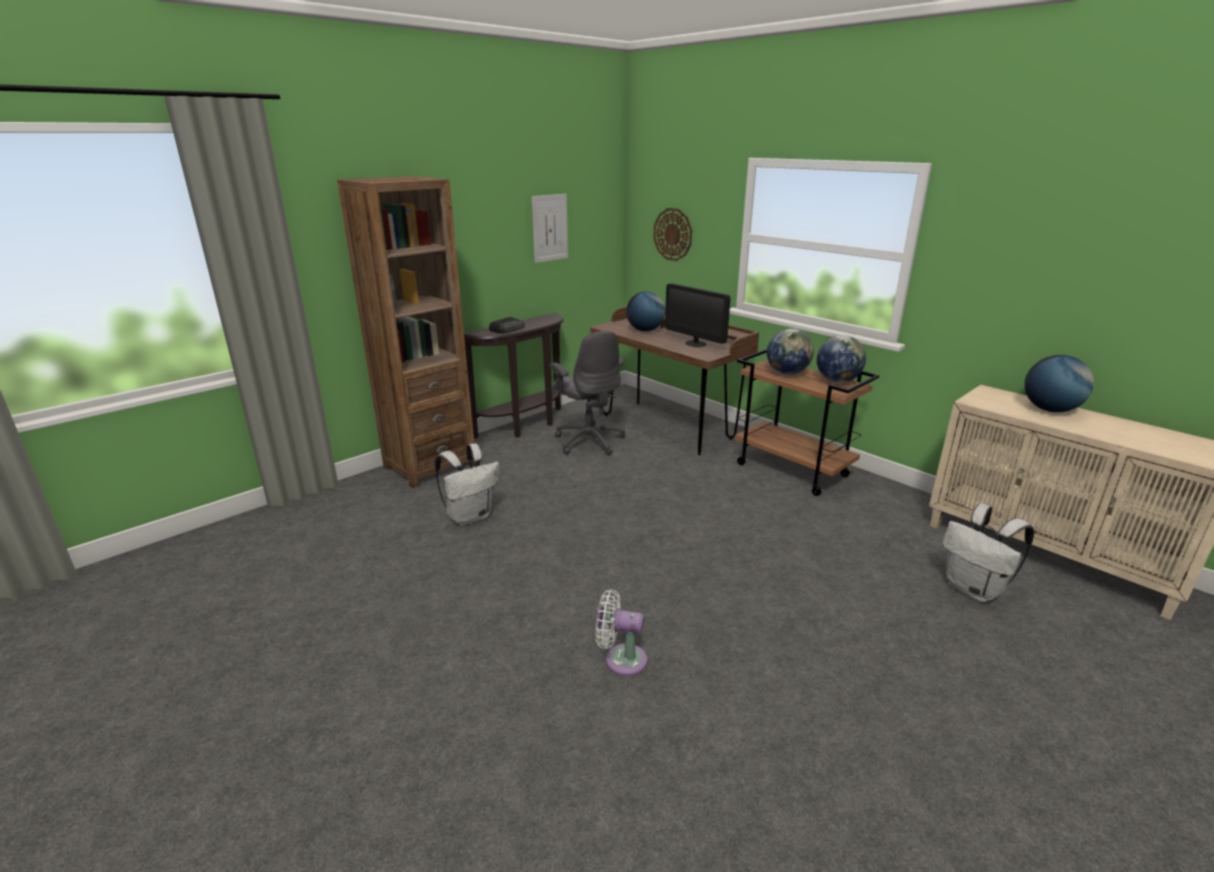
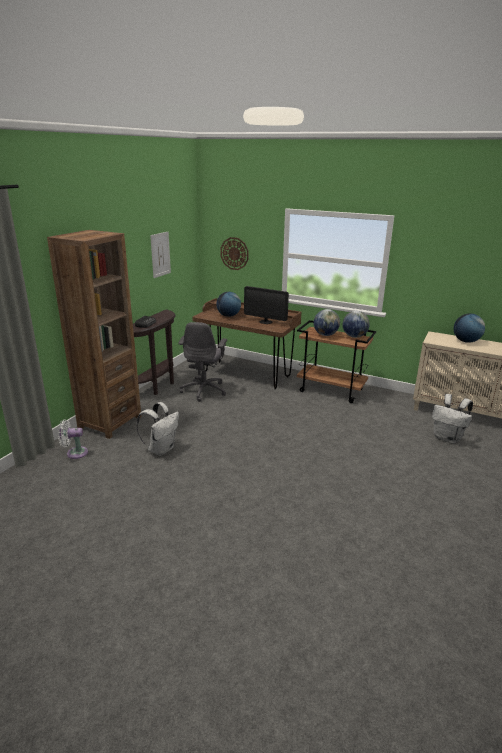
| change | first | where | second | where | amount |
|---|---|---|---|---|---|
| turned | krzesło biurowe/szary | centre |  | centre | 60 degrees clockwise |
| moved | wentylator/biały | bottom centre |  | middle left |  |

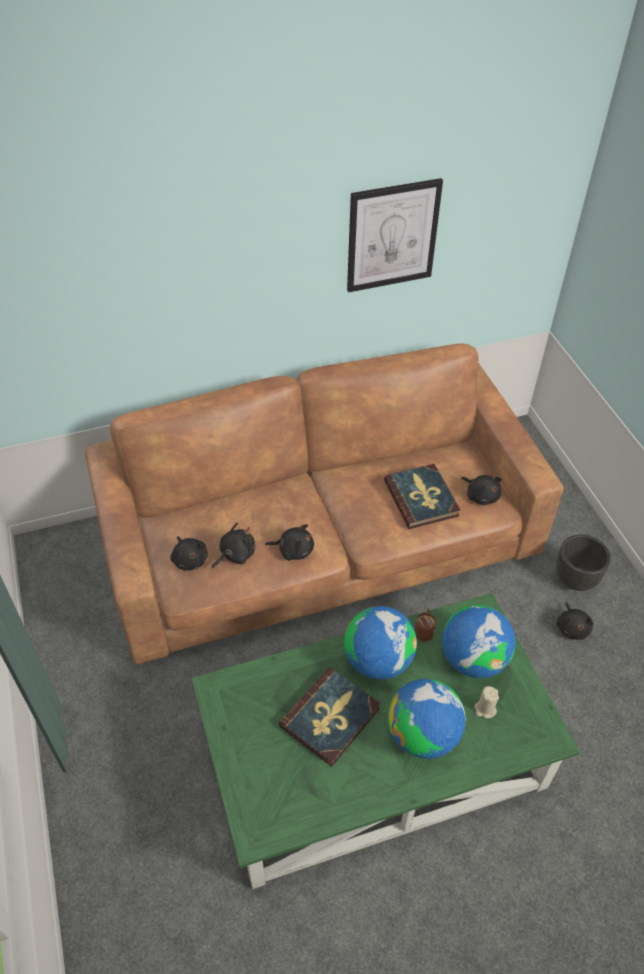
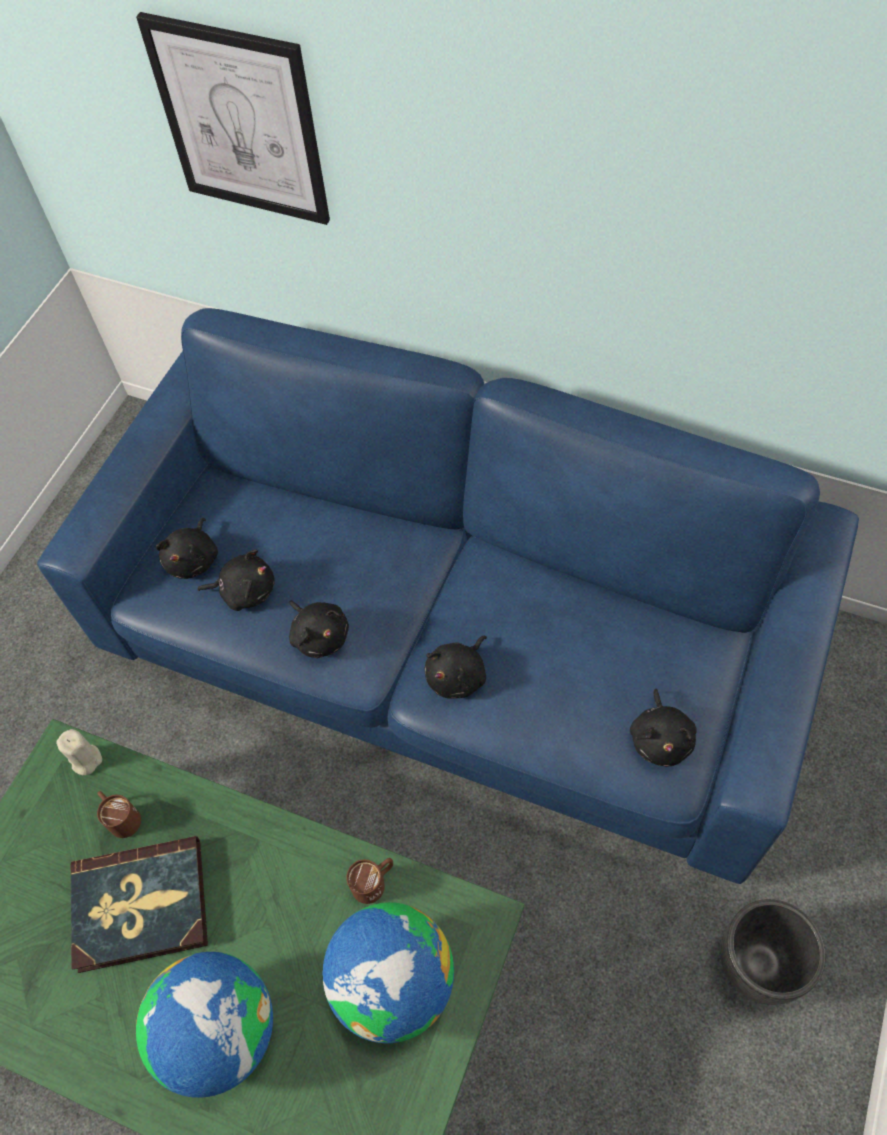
| change | first | where | second | where | amount |
|---|---|---|---|---|---|
| moved | obraz | top centre |  | top left |  |
| recoloured | kanapa/brązowy | centre | kanapa/niebieski | centre |  |
| removed | książka (2nd from left) | centre |  |  |  |
| moved | pluszak/czarny (5th from left in the first image) | middle right | pluszak/czarny (4th from left) | centre |  |
| removed | globus (1st from left) | centre |  |  |  |
| moved | świeca/beżowy | bottom right |  | middle left |  |
| added |  |  | kubek/brązowy (1st from left) | bottom left |  |

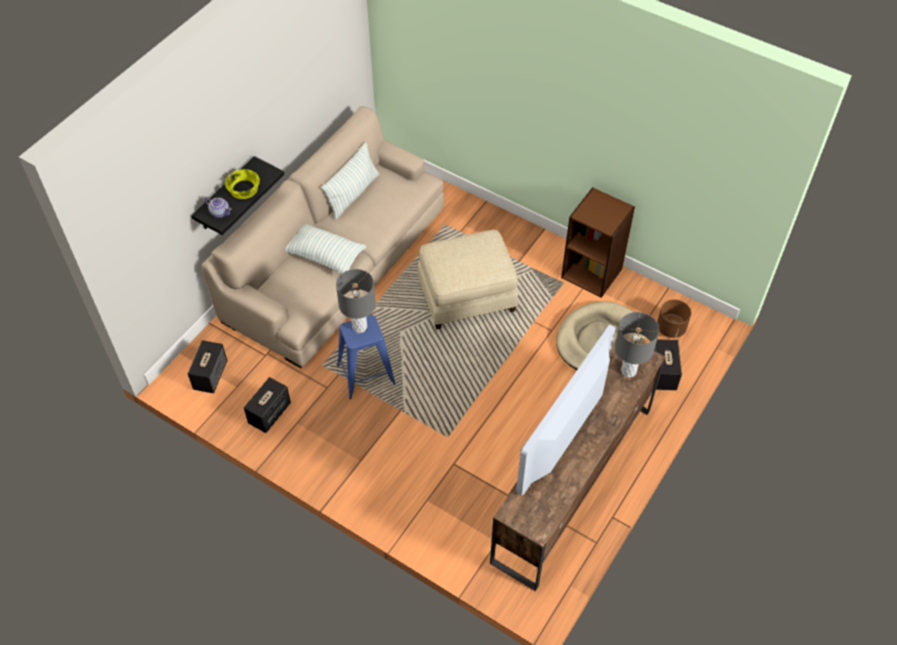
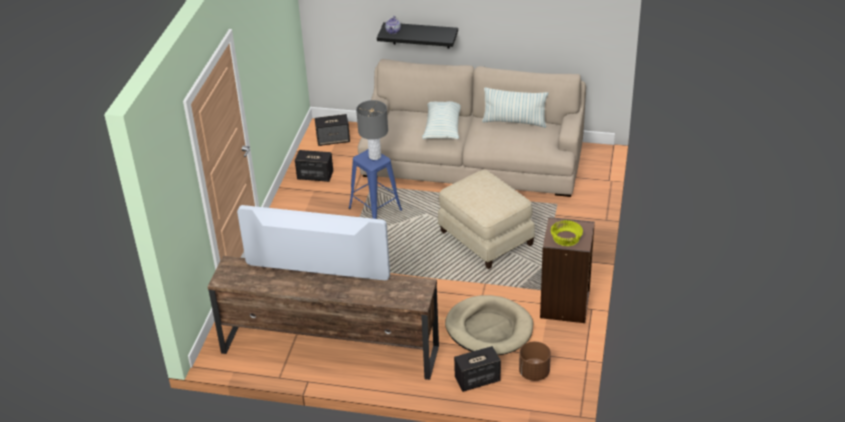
| change | first | where | second | where | amount |
|---|---|---|---|---|---|
| moved | miska/żółty | top left |  | middle right |  |
| removed | lampa stołowa/szary (2nd from left) | middle right |  |  |  |

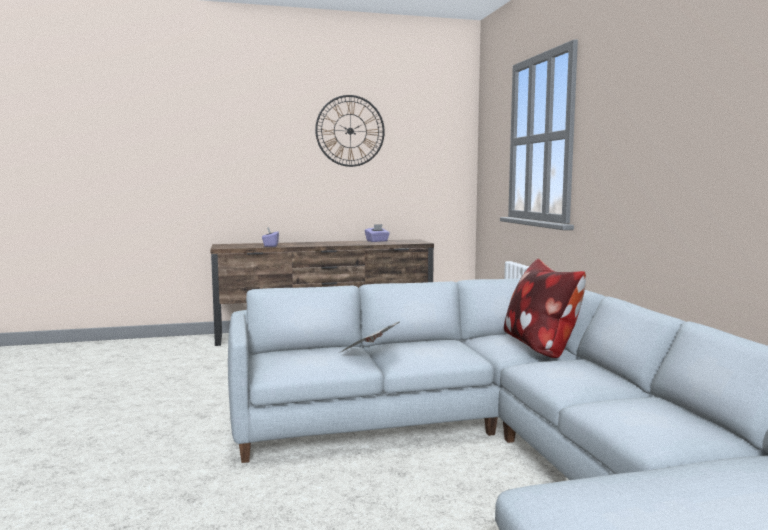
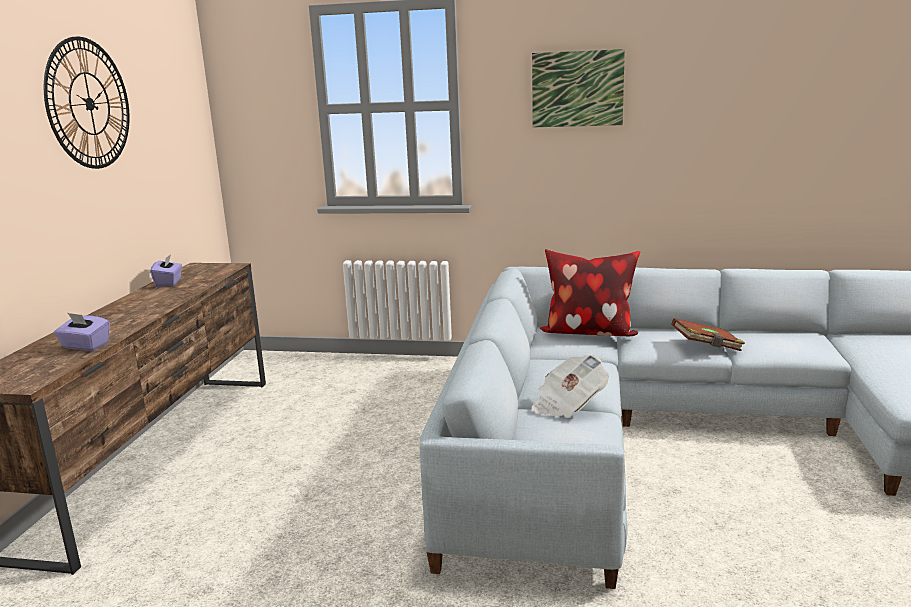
| change | first | where | second | where | amount |
|---|---|---|---|---|---|
| added |  |  | obraz | top centre |  |
| added |  |  | książka/brązowy | middle right |  |

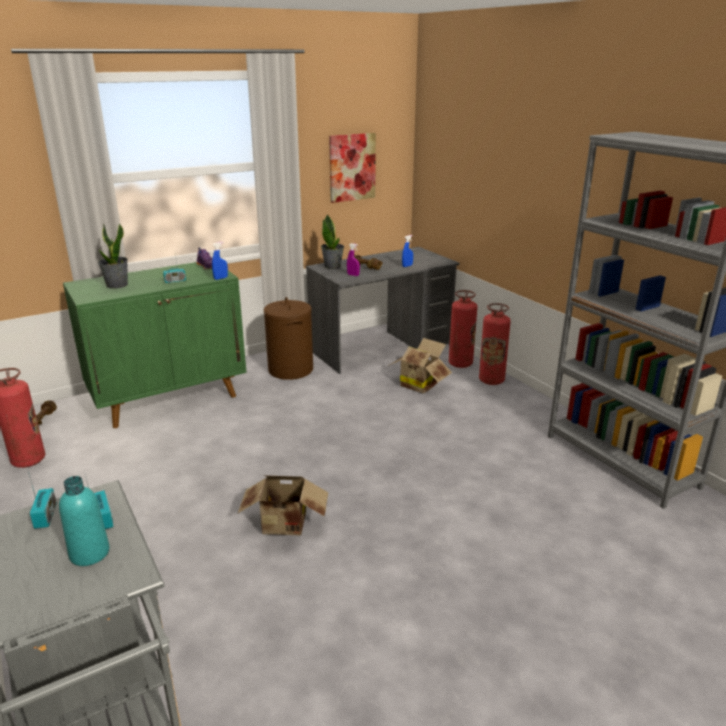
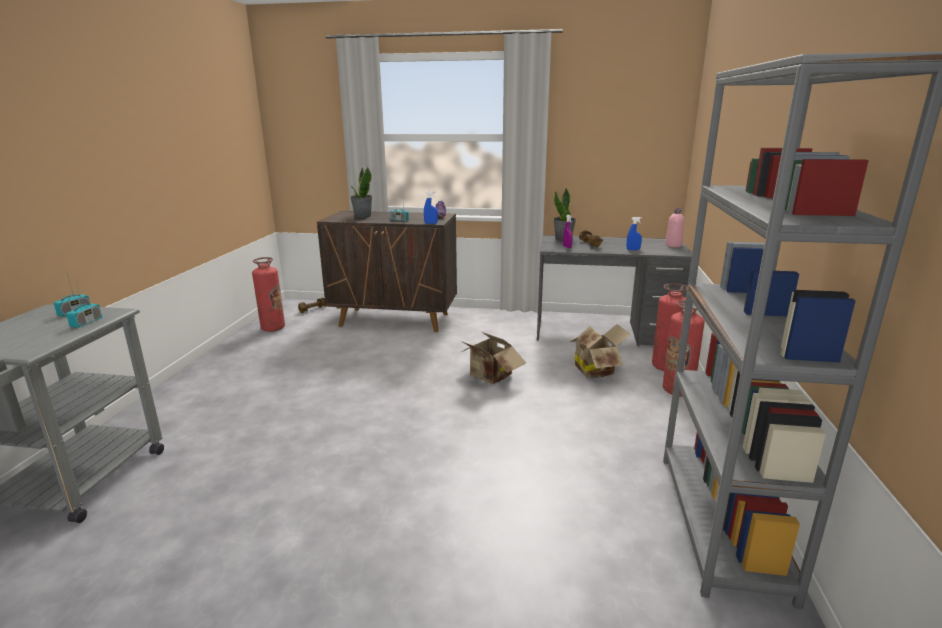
| change | first | where | second | where | amount |
|---|---|---|---|---|---|
| removed | obraz | top centre |  |  |  |
| recoloured | szafka/zielony | middle left | szafka/brązowy | centre |  |
| removed | kosz na pranie/brązowy | centre |  |  |  |
| moved | karton (1st from left) | bottom centre |  | centre |  |
| removed | butelka/turkusowy | bottom left |  |  |  |
| added |  |  | butelka/różowy | middle right |  |

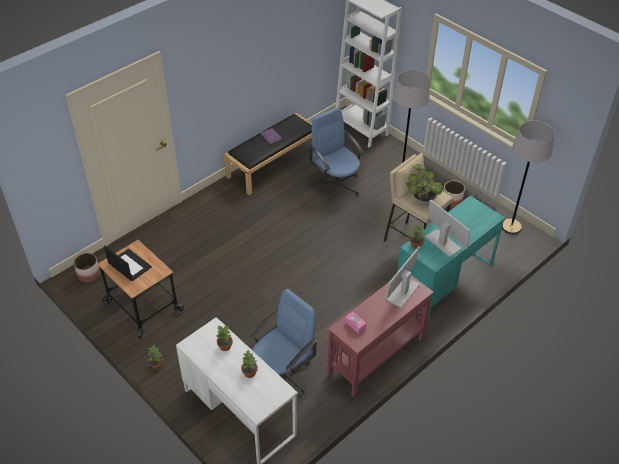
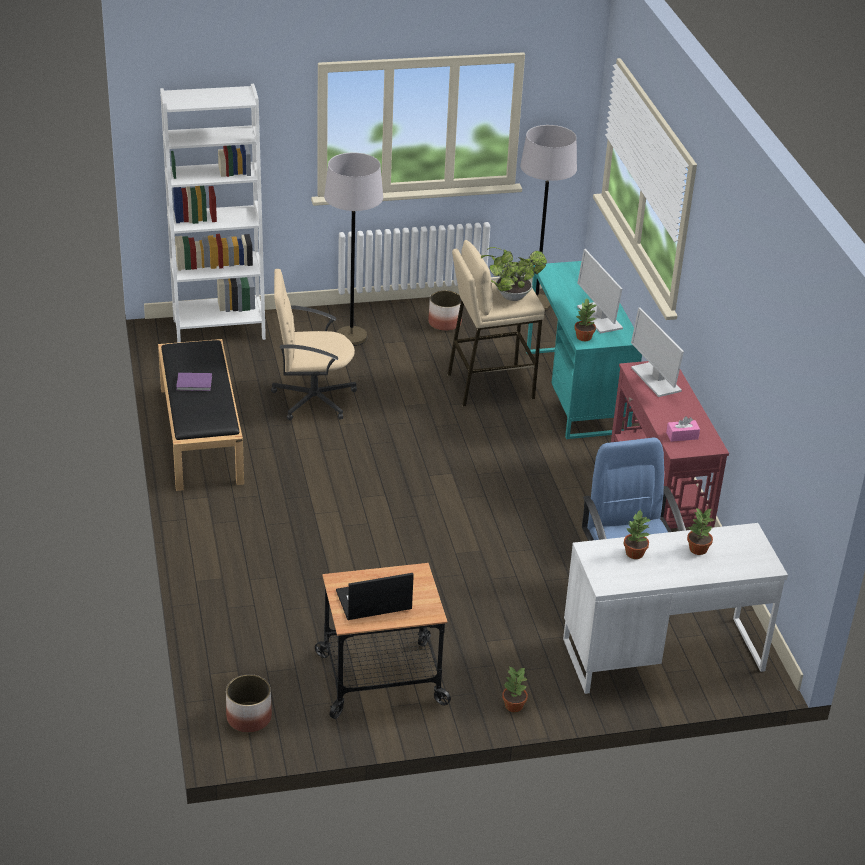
| change | first | where | second | where | amount |
|---|---|---|---|---|---|
| recoloured | krzesło biurowe/niebieski (2nd from left) | centre | krzesło biurowe/beżowy | centre |  |
| turned | monitor (2nd from left in the first image) | middle right | monitor (1st from left) | middle right | 105 degrees counterclockwise |

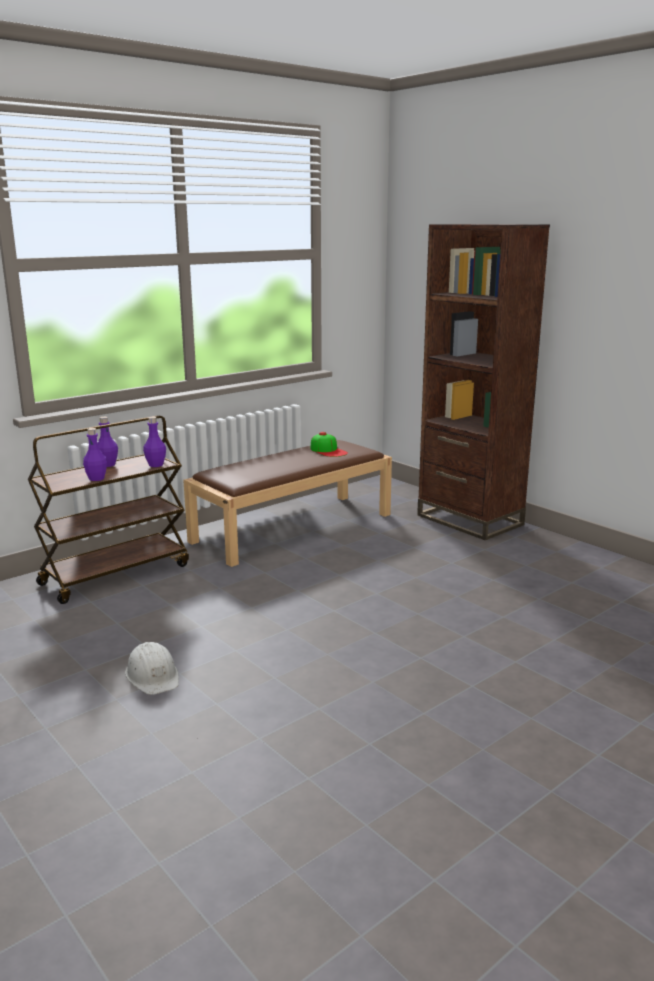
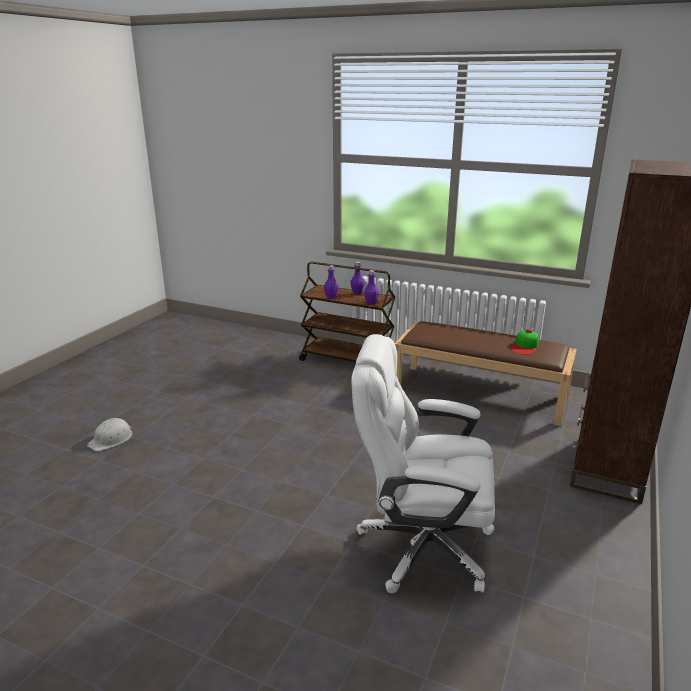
| change | first | where | second | where | amount |
|---|---|---|---|---|---|
| moved | kask/biały | bottom left |  | middle left |  |
| added |  |  | krzesło biurowe/biały | bottom centre |  |

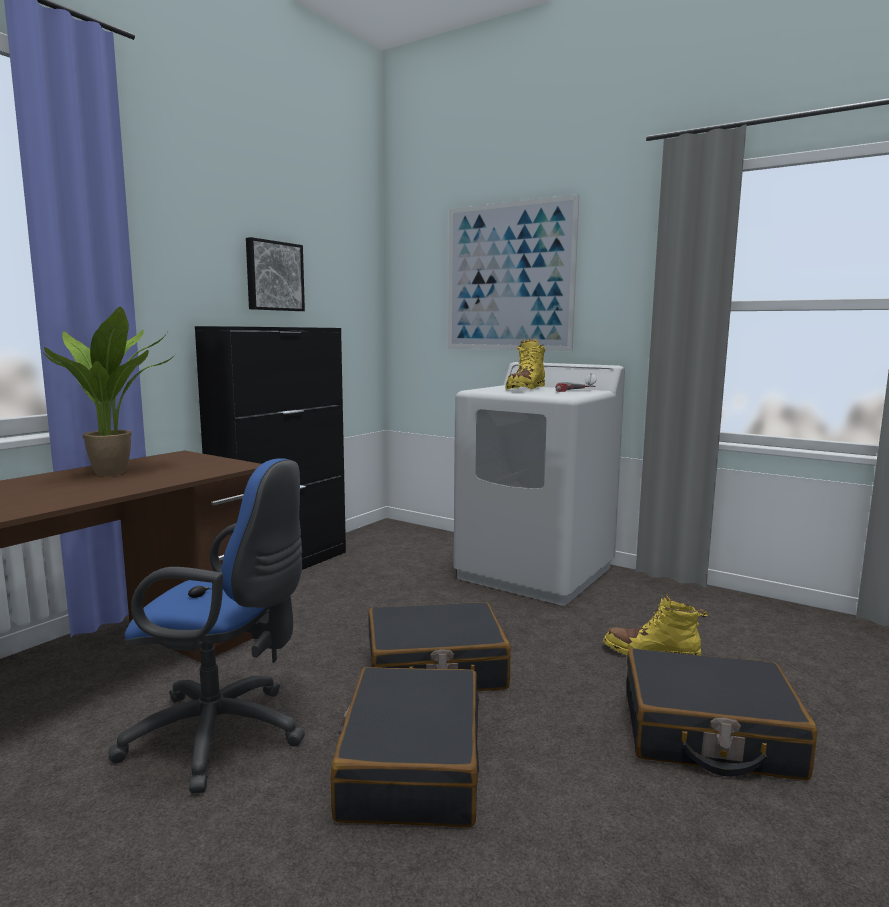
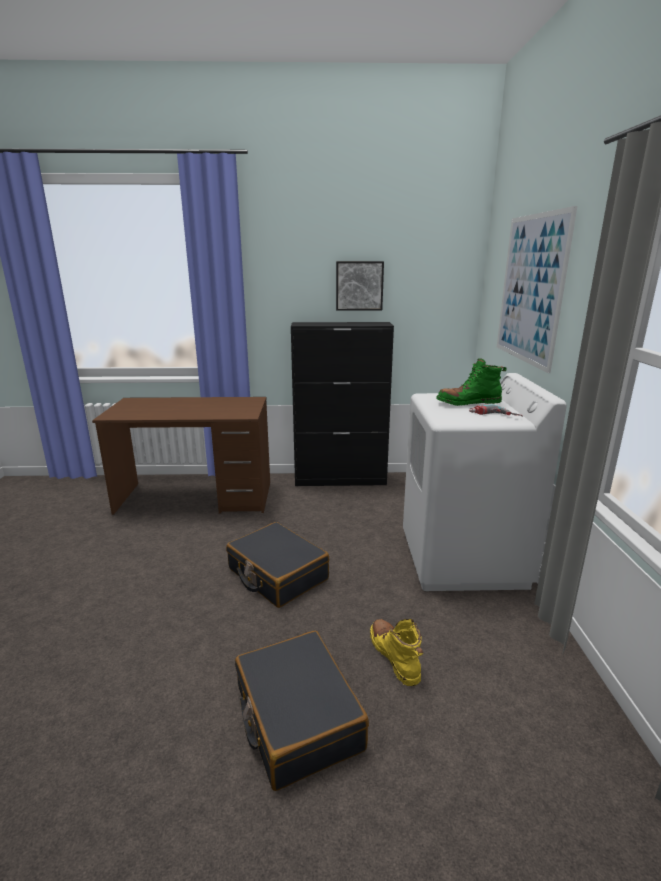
| change | first | where | second | where | amount |
|---|---|---|---|---|---|
| removed | roślina doniczkowa | middle left |  |  |  |
| recoloured | but z cholewką/żółty (1st from left) | centre | but z cholewką/zielony | middle right |  |
| removed | krzesło biurowe/niebieski | bottom left |  |  |  |
| removed | walizka/czarny (1st from left) | bottom centre |  |  |  |

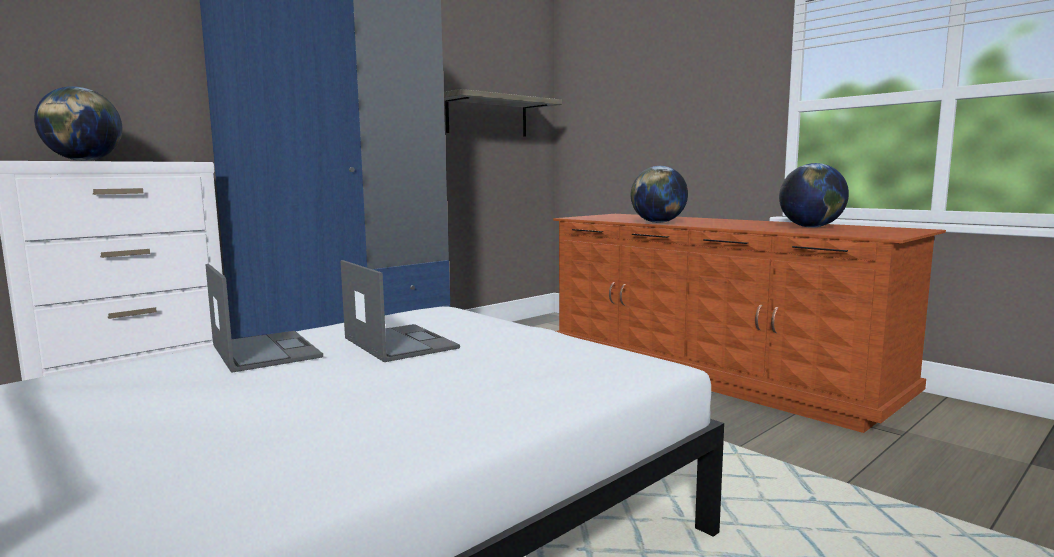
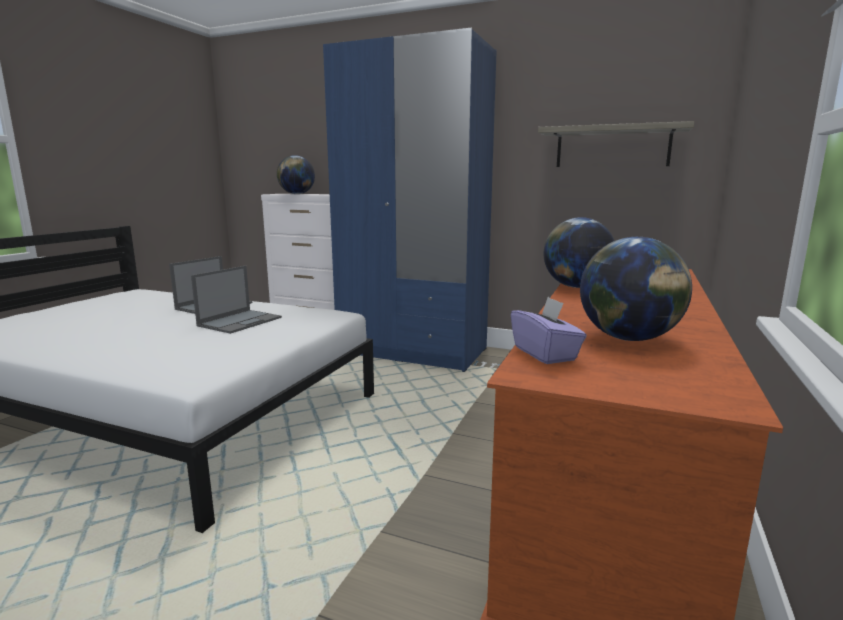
| change | first | where | second | where | amount |
|---|---|---|---|---|---|
| added |  |  | pudełko chusteczek/fioletowy | centre |  |

